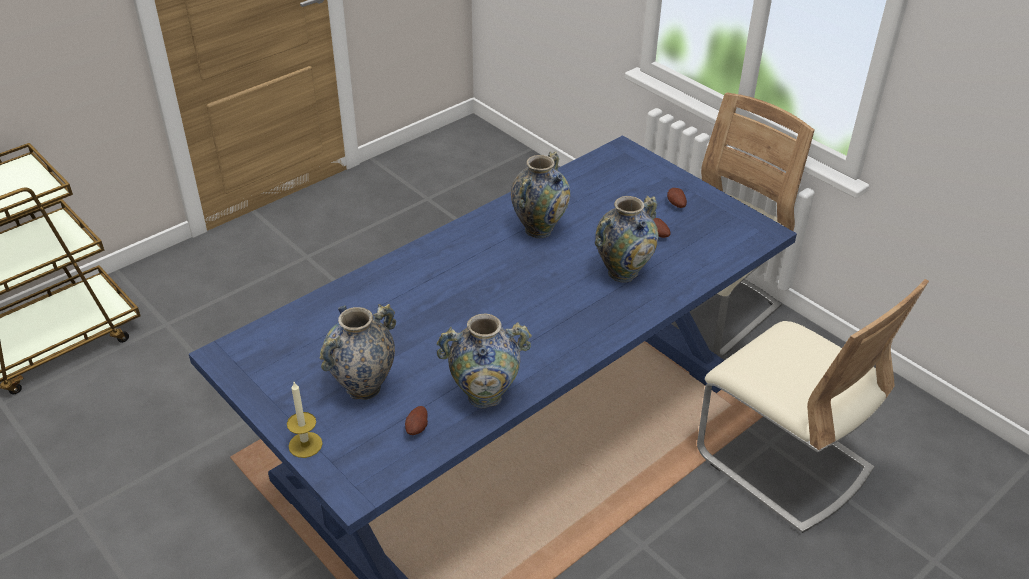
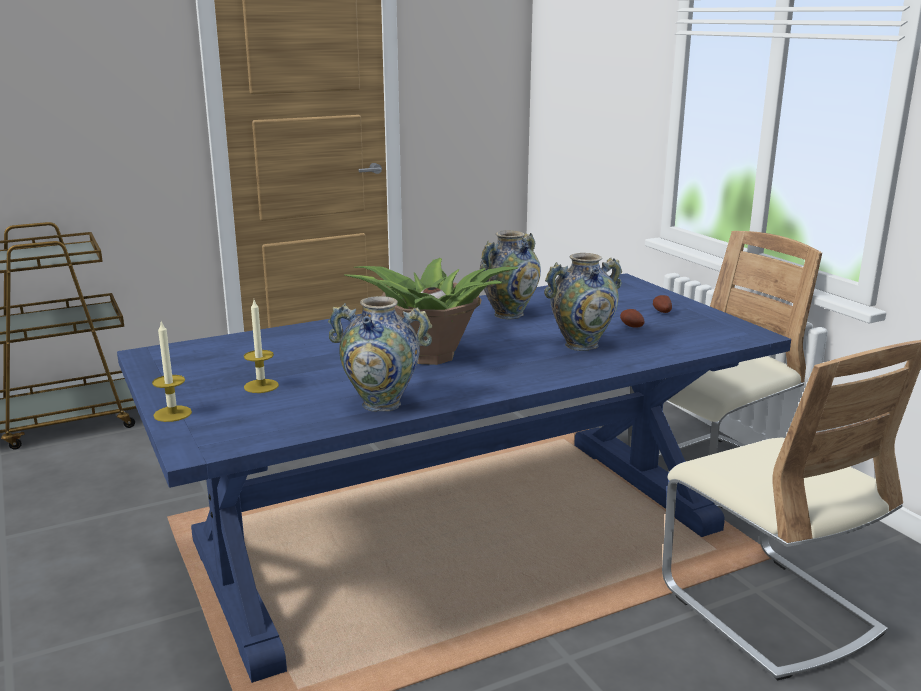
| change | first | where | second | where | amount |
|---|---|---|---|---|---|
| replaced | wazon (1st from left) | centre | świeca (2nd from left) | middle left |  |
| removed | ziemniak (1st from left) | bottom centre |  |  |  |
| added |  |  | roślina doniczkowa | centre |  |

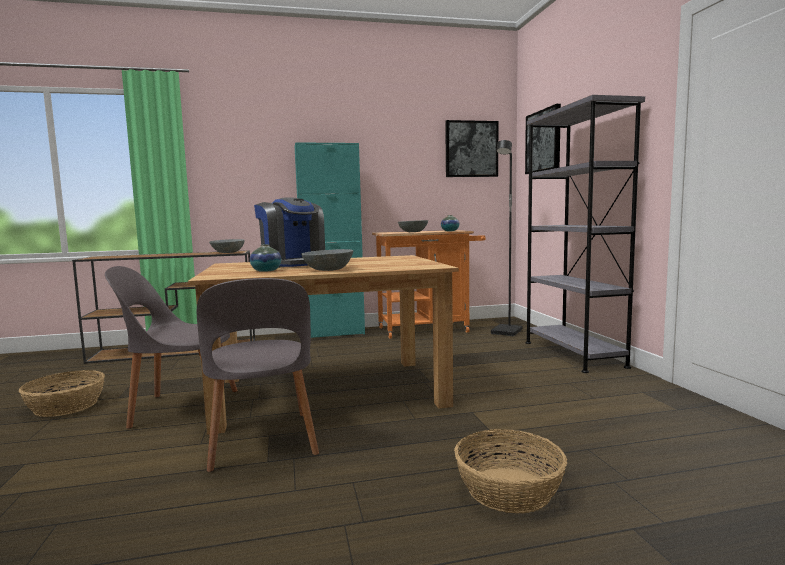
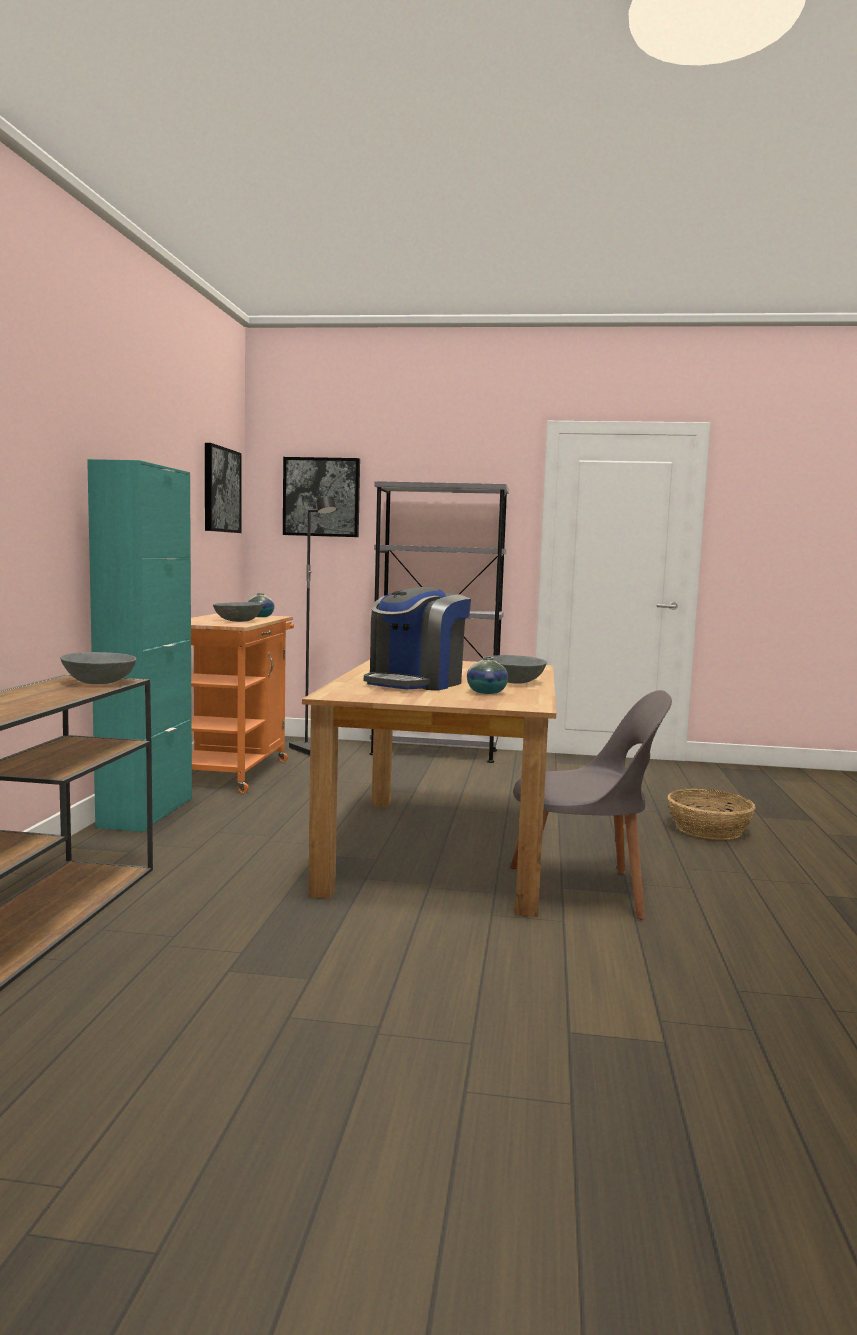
| change | first | where | second | where | amount |
|---|---|---|---|---|---|
| turned | ekspres do kawy | centre |  | centre | 135 degrees clockwise |
| removed | krzesło/szary (1st from left) | middle left |  |  |  |
| removed | koszyk (1st from left) | bottom left |  |  |  |

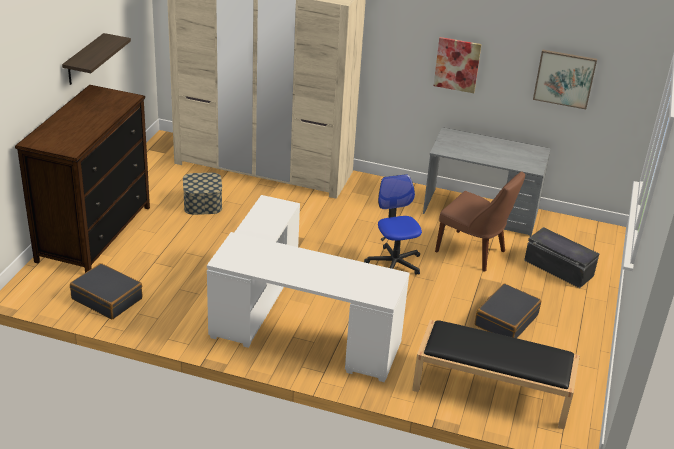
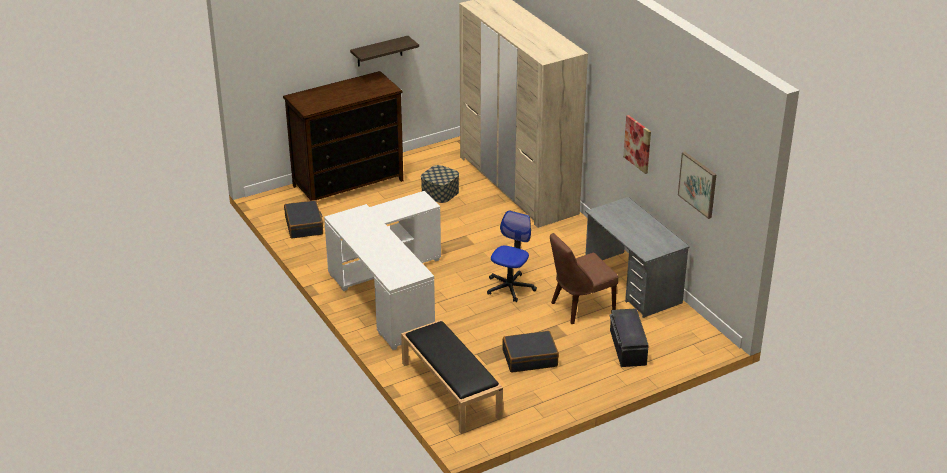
| change | first | where | second | where | amount |
|---|---|---|---|---|---|
| turned | krzesło/brązowy | middle right |  | centre | 75 degrees clockwise |

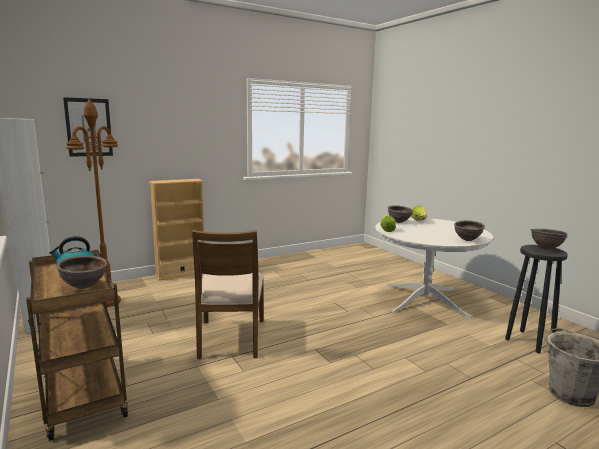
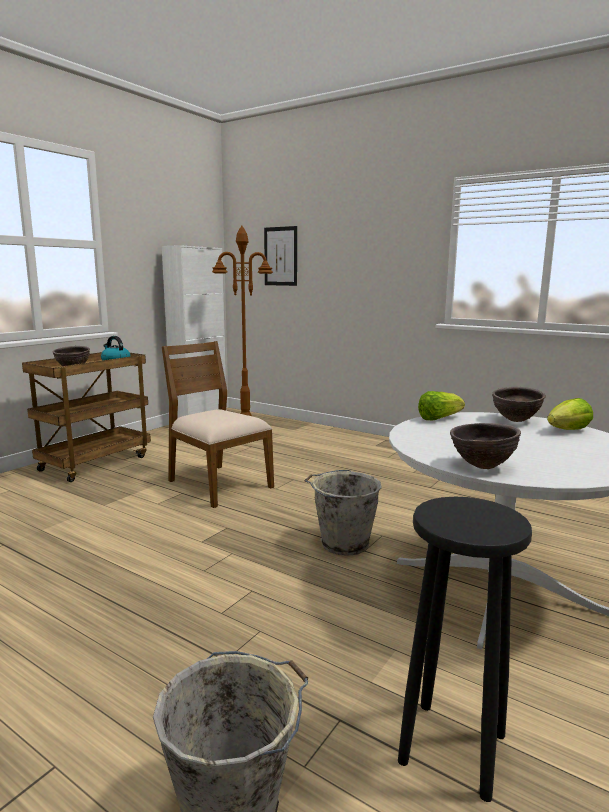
| change | first | where | second | where | amount |
|---|---|---|---|---|---|
| removed | regał/beżowy | middle left |  |  |  |
| removed | miska/brązowy (4th from left) | middle right |  |  |  |
| turned | krzesło/brązowy | centre |  | centre | 75 degrees clockwise |
| added |  |  | wiadro/szary (2nd from left) | centre |  |

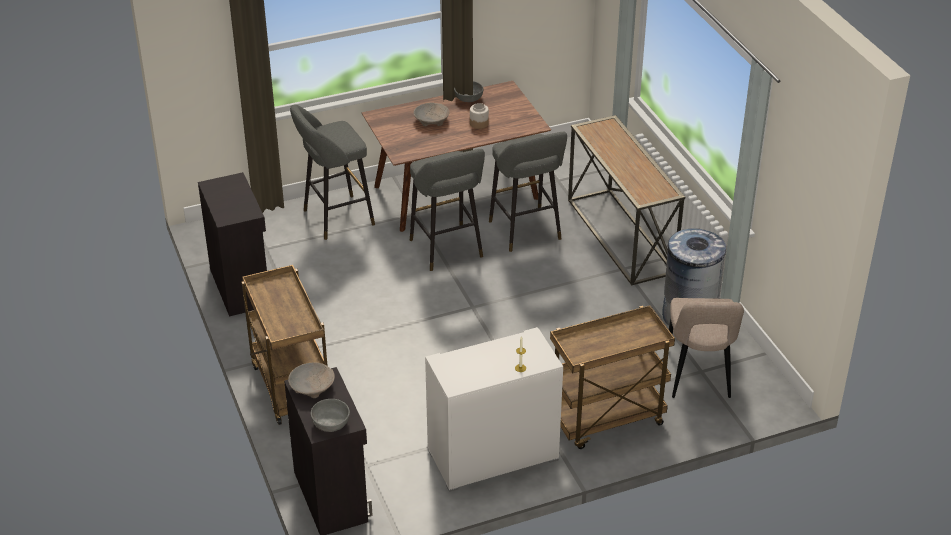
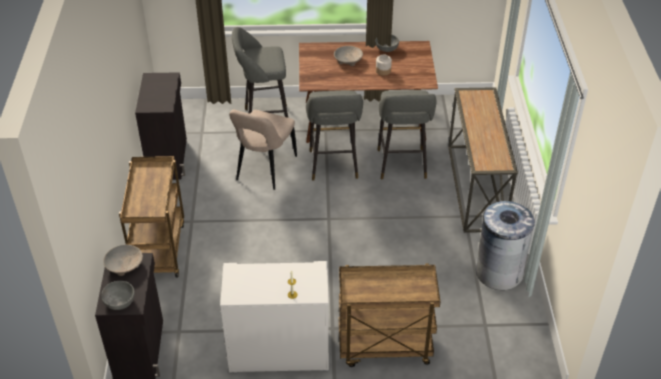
| change | first | where | second | where | amount |
|---|---|---|---|---|---|
| moved | krzesło/beżowy | middle right |  | centre |  |

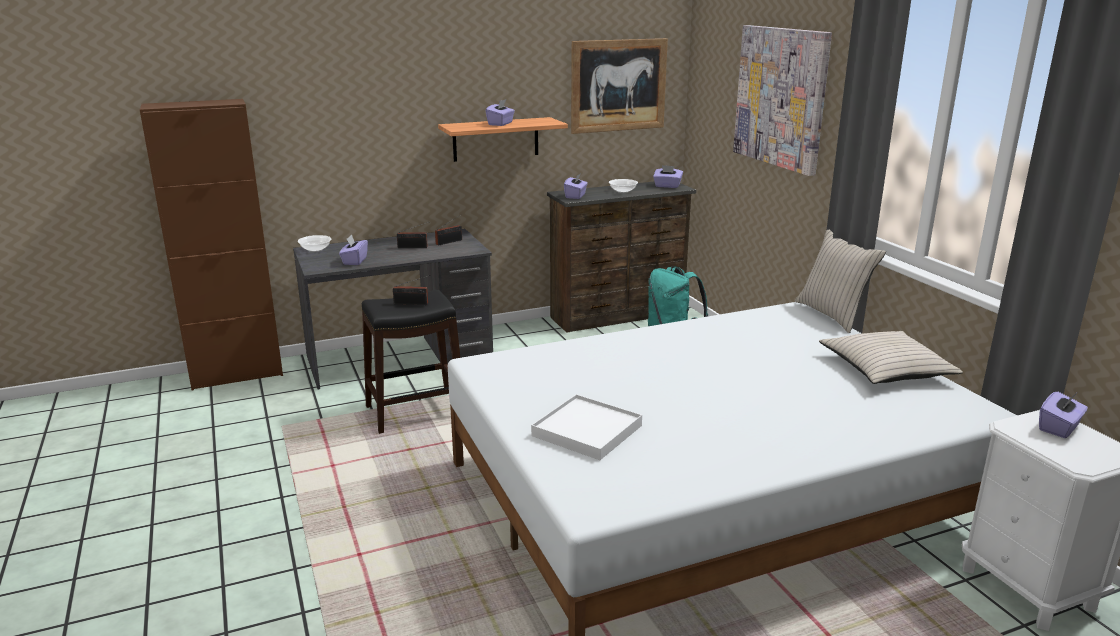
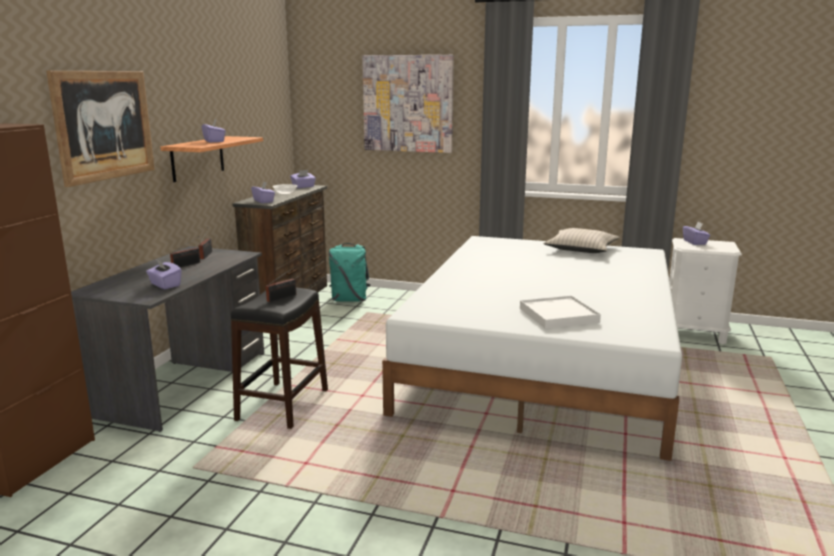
| change | first | where | second | where | amount |
|---|---|---|---|---|---|
| moved | obraz (1st from left) | top centre |  | top left |  |
| removed | poduszka/beżowy (1st from left) | middle right |  |  |  |
| removed | miska (1st from left) | middle left |  |  |  |

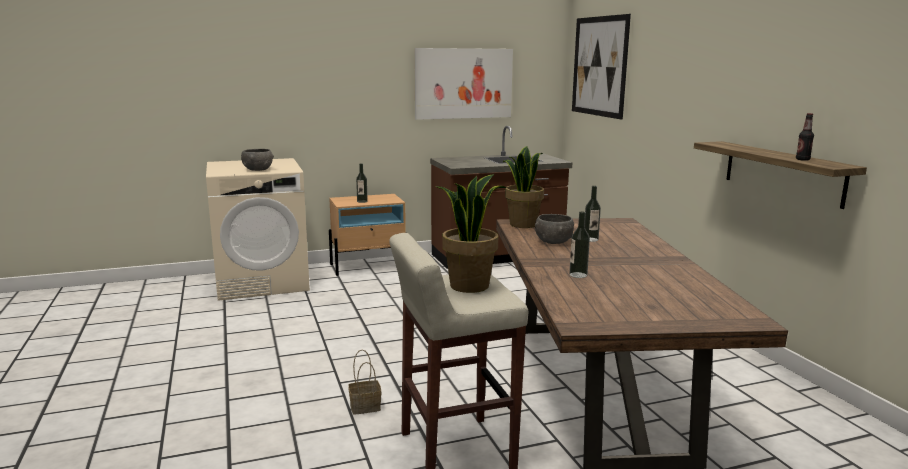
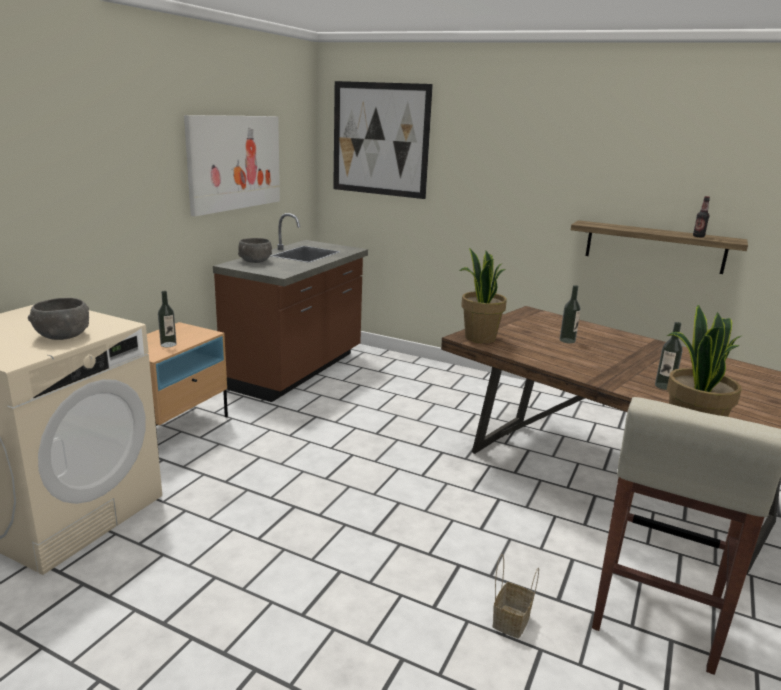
| change | first | where | second | where | amount |
|---|---|---|---|---|---|
| moved | miska/szary (2nd from left) | centre |  | middle left |  |

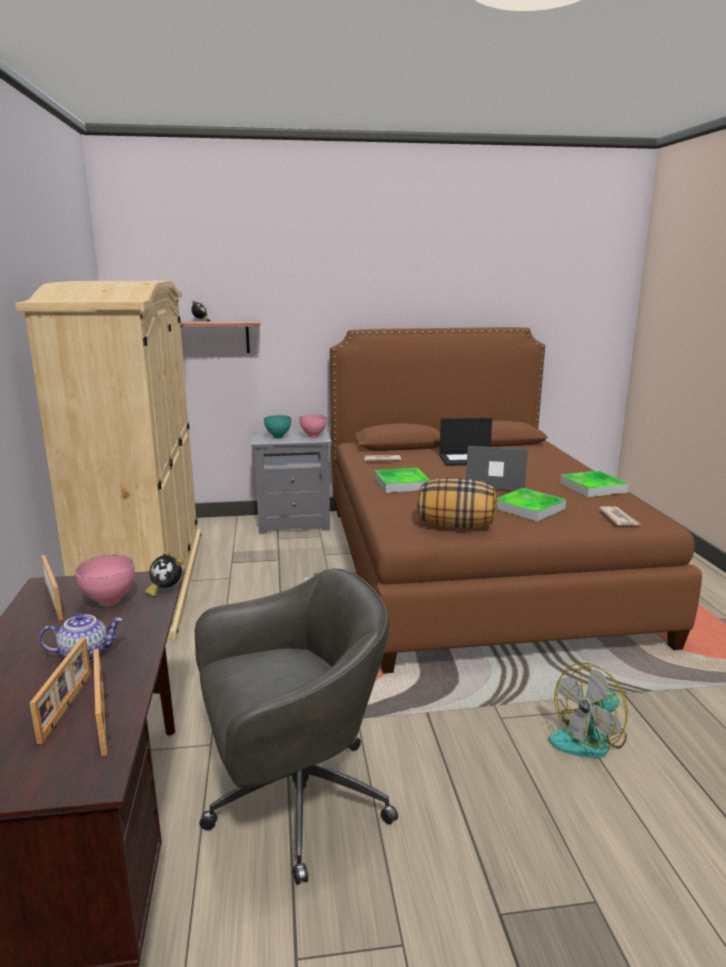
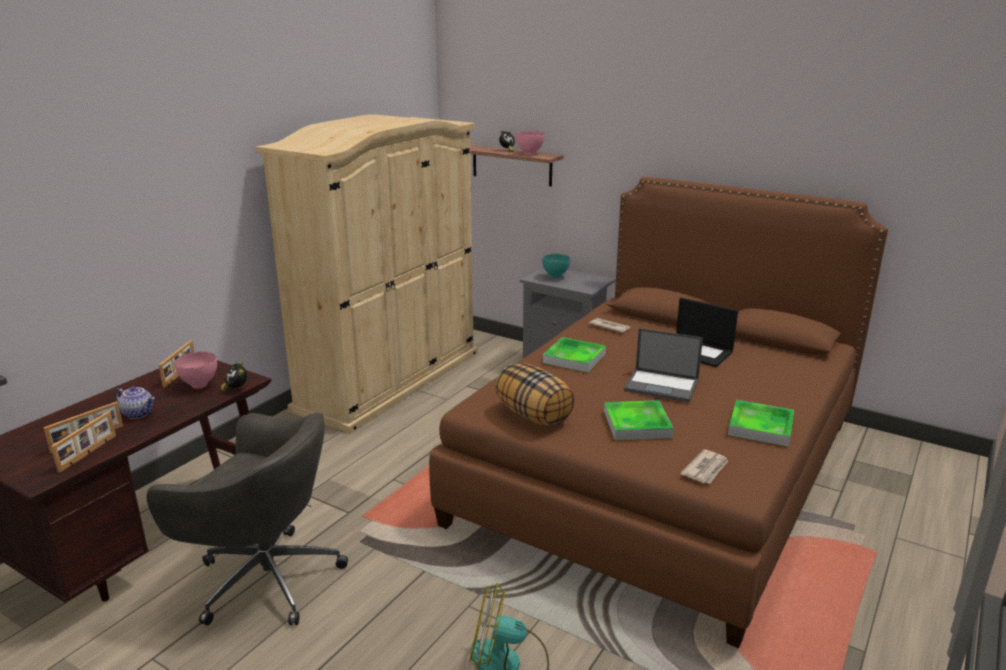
| change | first | where | second | where | amount |
|---|---|---|---|---|---|
| moved | miska/różowy (2nd from left) | centre |  | top centre |  |
| turned | laptop (2nd from left in the first image) | middle right | laptop (1st from left) | centre | 150 degrees clockwise |

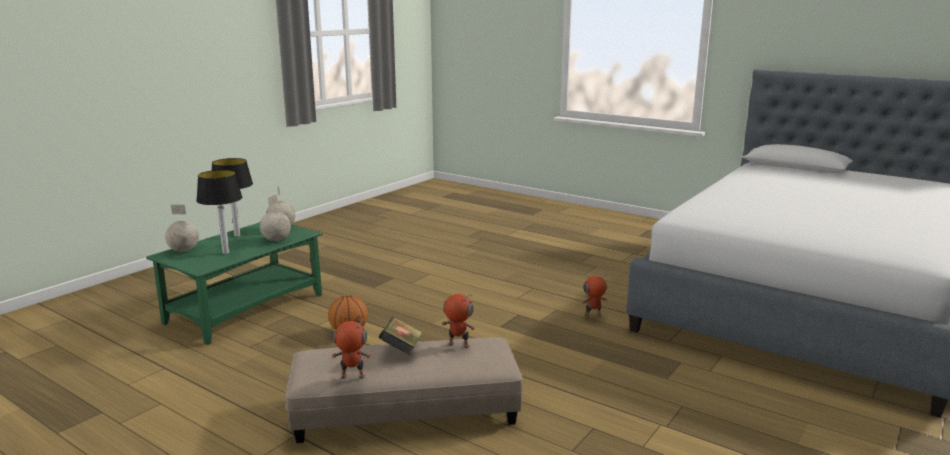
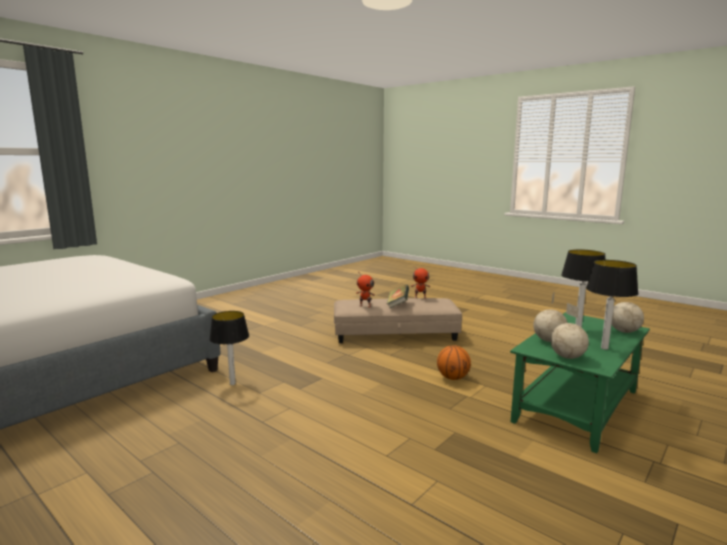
| change | first | where | second | where | amount |
|---|---|---|---|---|---|
| replaced | robot zabawkowy (3rd from left) | centre | lampa stołowa (1st from left) | middle left |  |

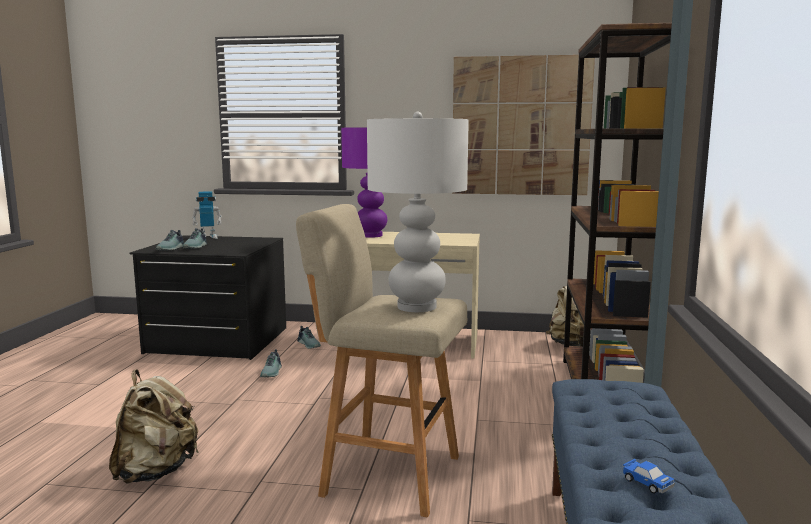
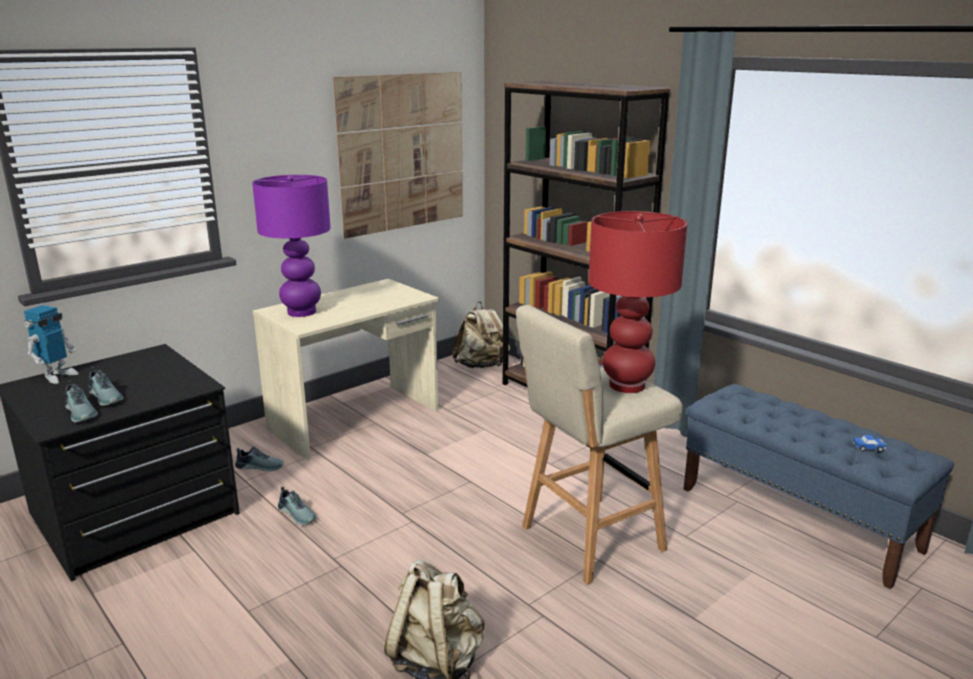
| change | first | where | second | where | amount |
|---|---|---|---|---|---|
| recoloured | lampa stołowa/biały | centre | lampa stołowa/czerwony | centre |  |

